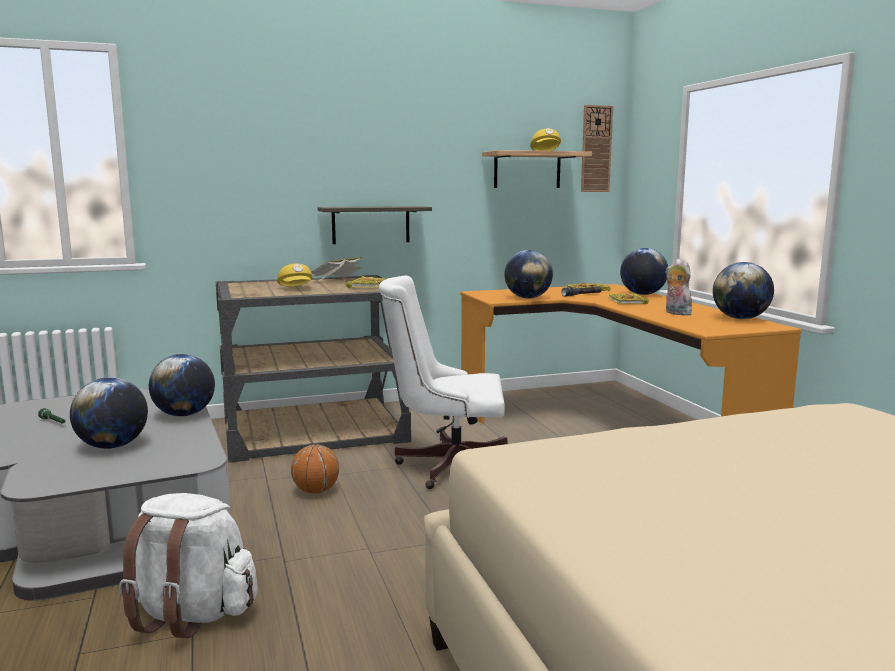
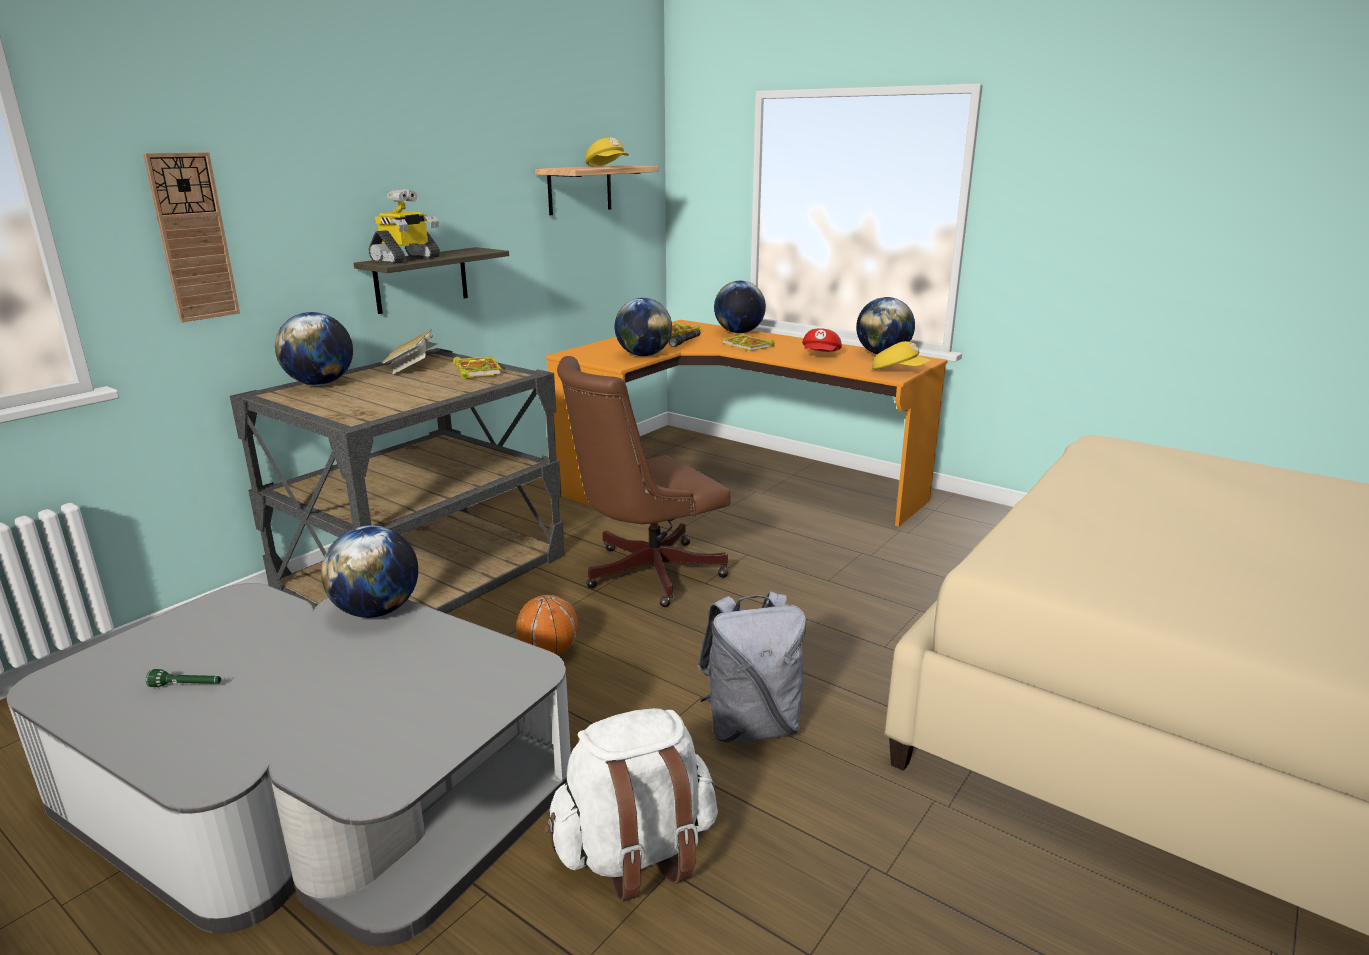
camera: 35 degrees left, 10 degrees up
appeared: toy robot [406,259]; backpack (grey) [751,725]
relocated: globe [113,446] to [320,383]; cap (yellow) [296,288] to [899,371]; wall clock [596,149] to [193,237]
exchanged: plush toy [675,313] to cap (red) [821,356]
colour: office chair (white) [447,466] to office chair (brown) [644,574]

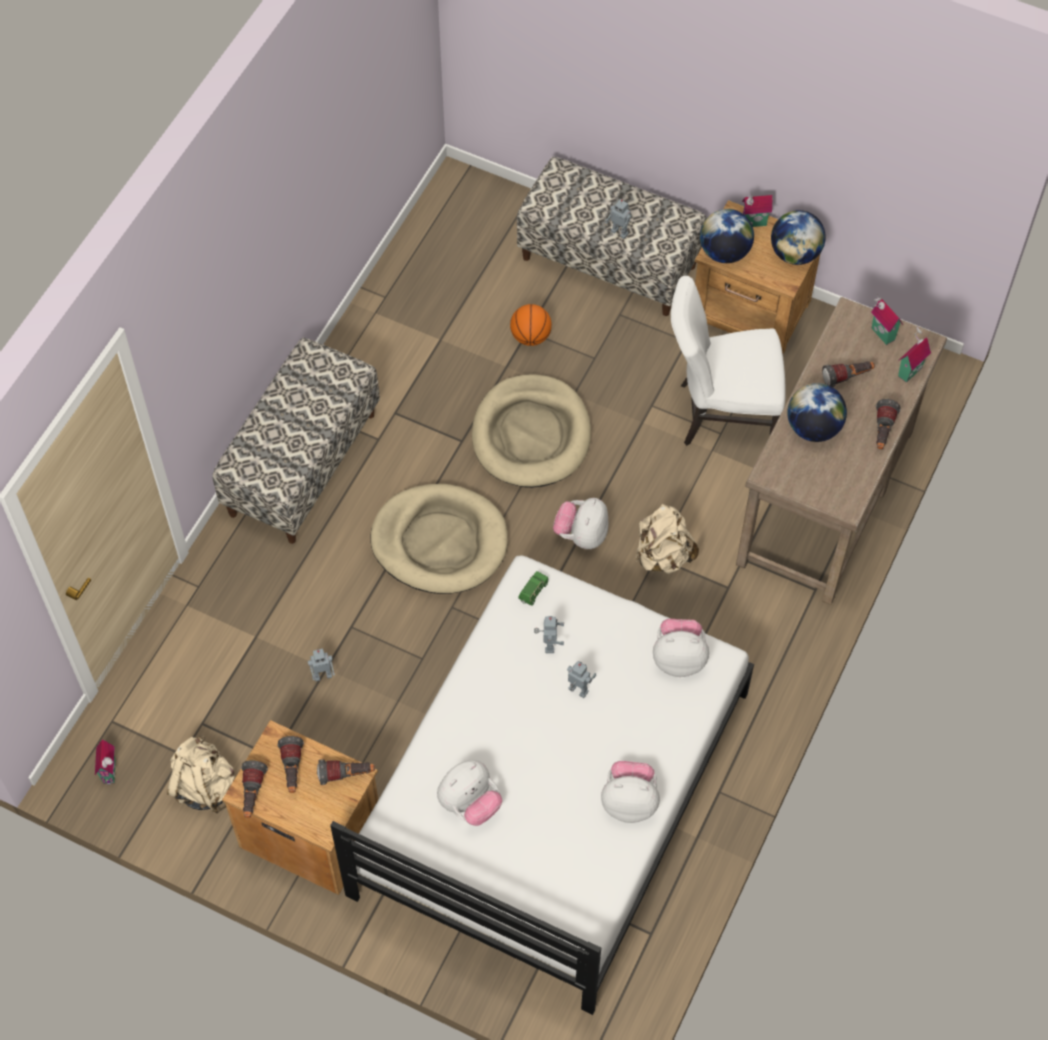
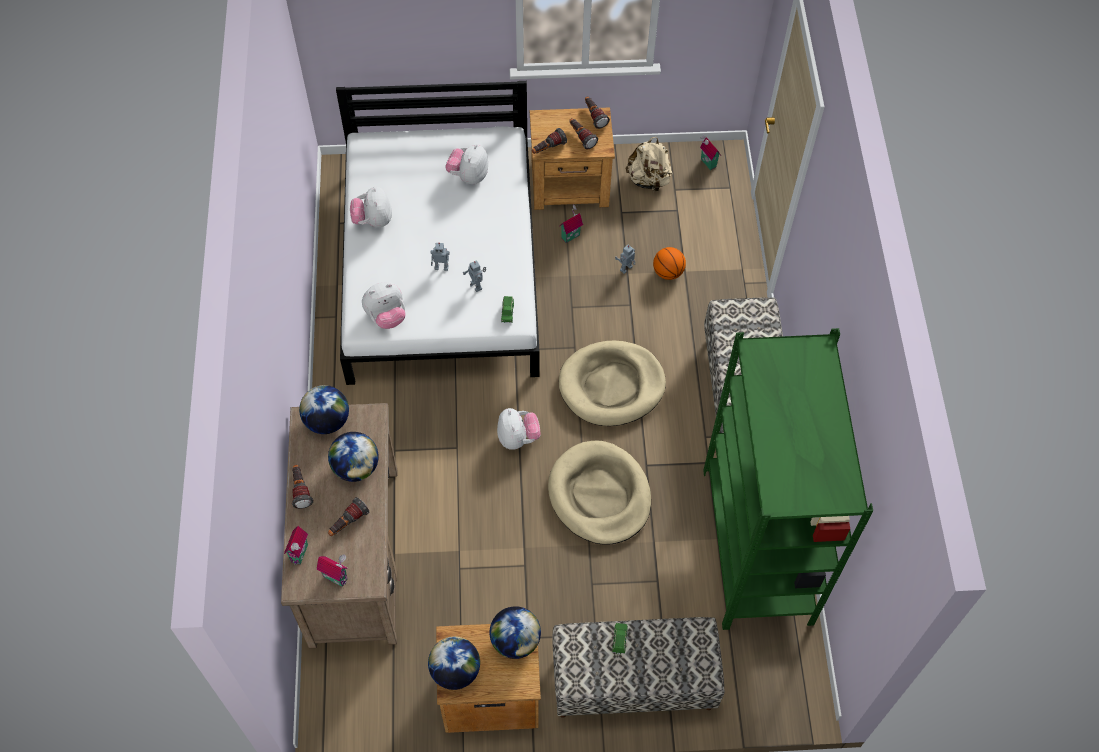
camera: 150 degrees right, 0 degrees up
missing: backpack (beige) [663,555]; chair (white) [720,413]
appeared: globe [327,421]; bookcase (green) [756,545]
relocated: basketball [530,336] to [668,272]; toy house [754,224] to [570,235]
exchanged: toy robot [620,232] to toy car (green) [619,640]
spun: plush toy [629,801] = [373,220] 105 degrees clockwise

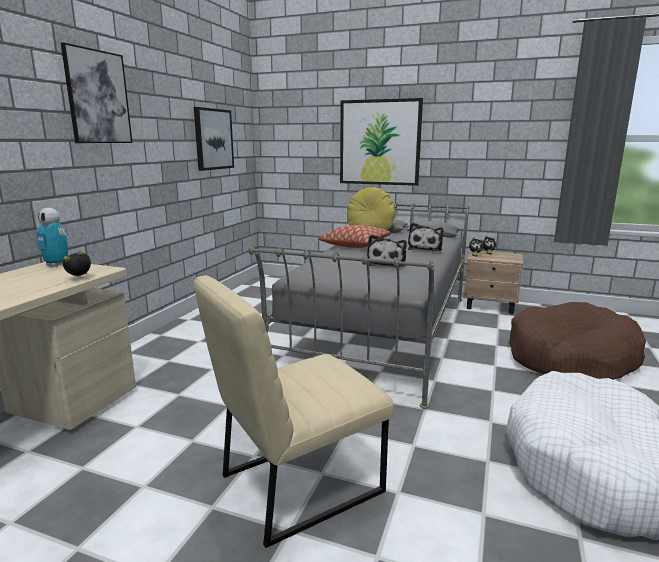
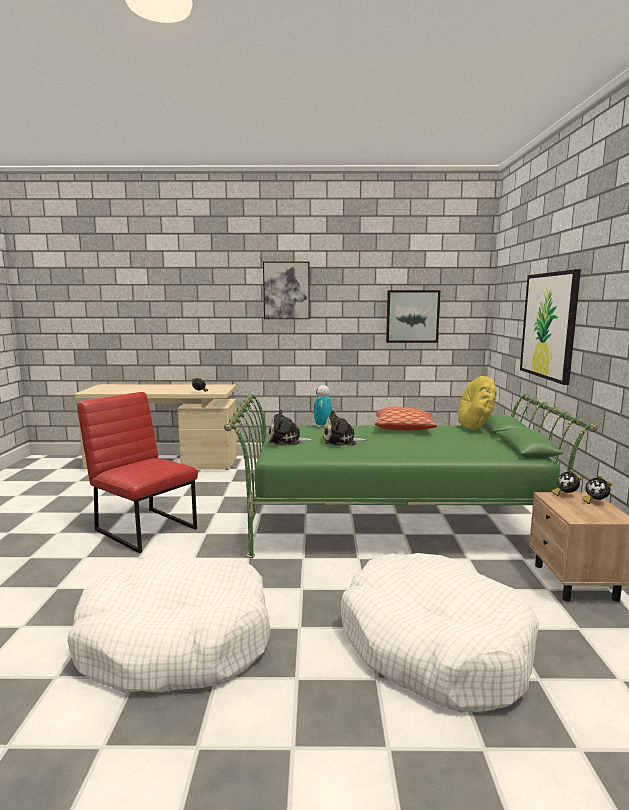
camera: 70 degrees right, 5 degrees down
relocated: toy robot [57,265] to [322,426]; plush toy [425,248] to [287,441]
colour: chair (beige) [297,484] to chair (red) [144,528]; bed (grey) [381,332] to bed (green) [393,524]; dog bed (brown) [570,358] to dog bed (white) [433,645]

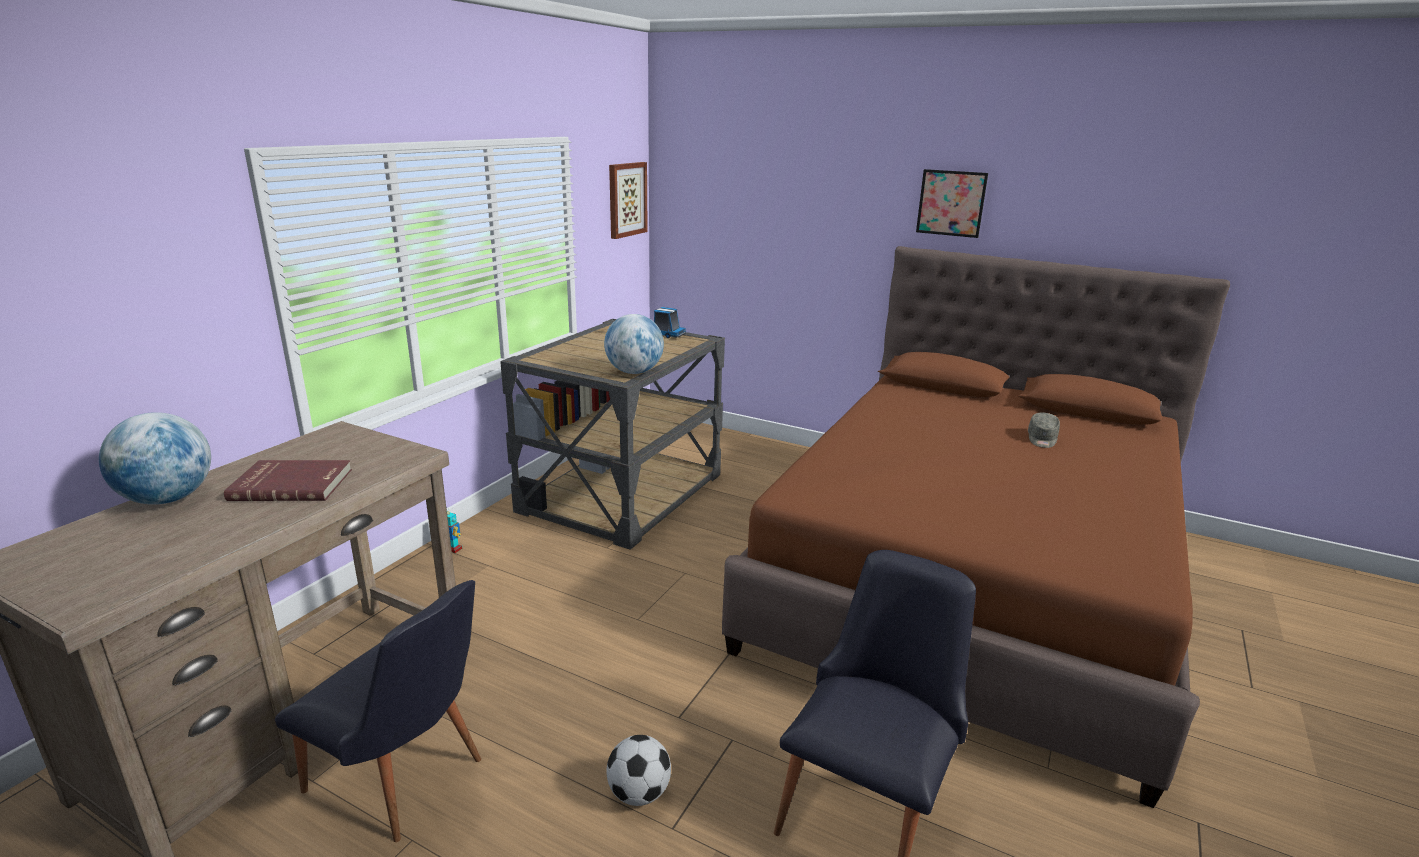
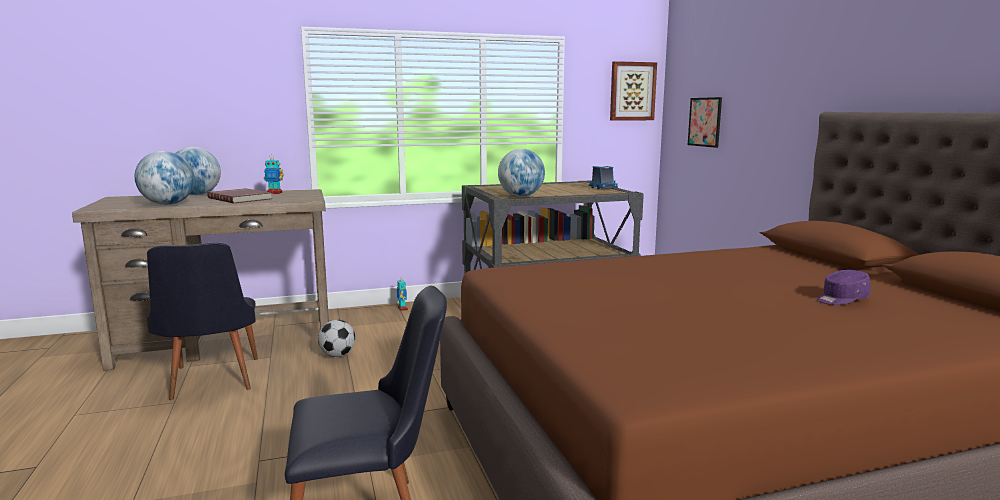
camera: 45 degrees right, 10 degrees down
appeared: globe [168,204]; toy robot [274,193]
relocated: football [638,794] to [337,355]; picture [951,203] to [705,122]
colour: cap (grey) [1042,439] to cap (purple) [841,299]

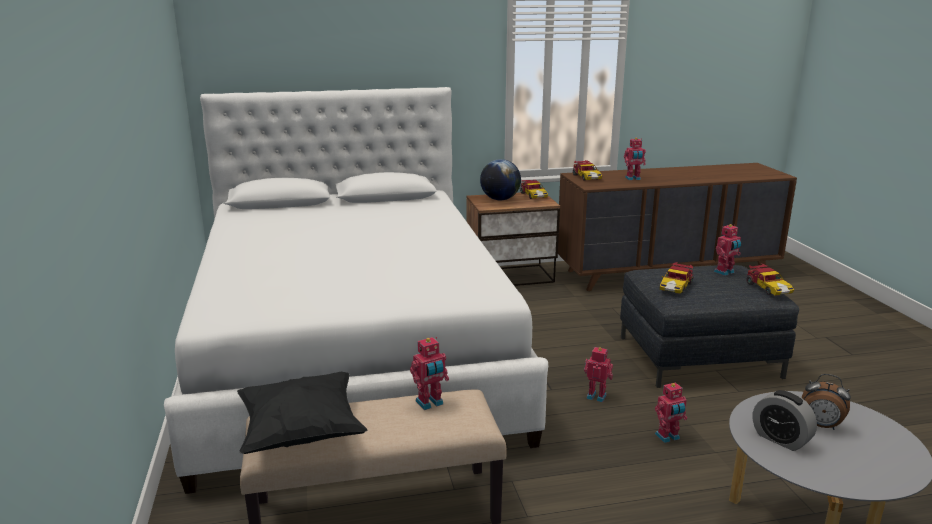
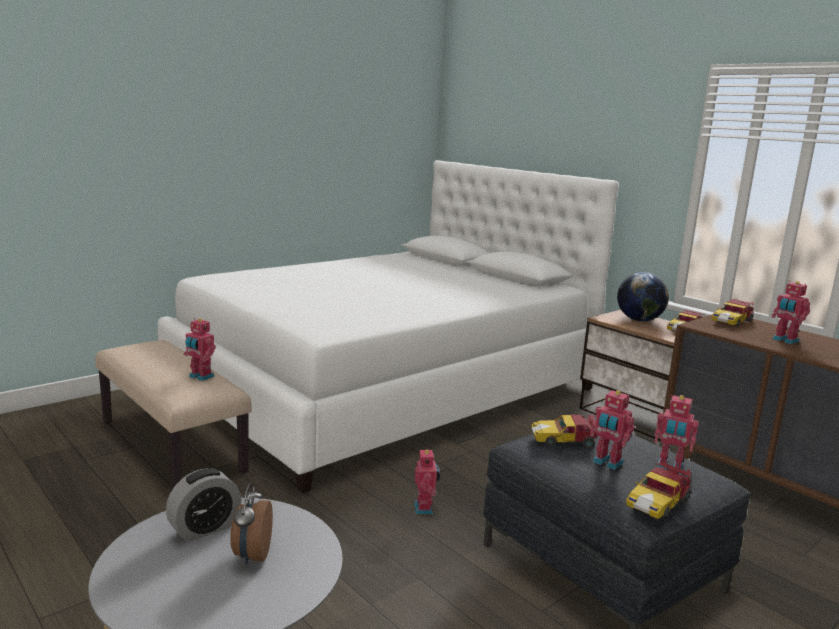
camera: 60 degrees right, 5 degrees down
missing: pillow (black) [301,433]
relocated: toy robot [668,437] to [607,463]
spun: alarm clock [780,439] = [205,528] 150 degrees counterclockwise

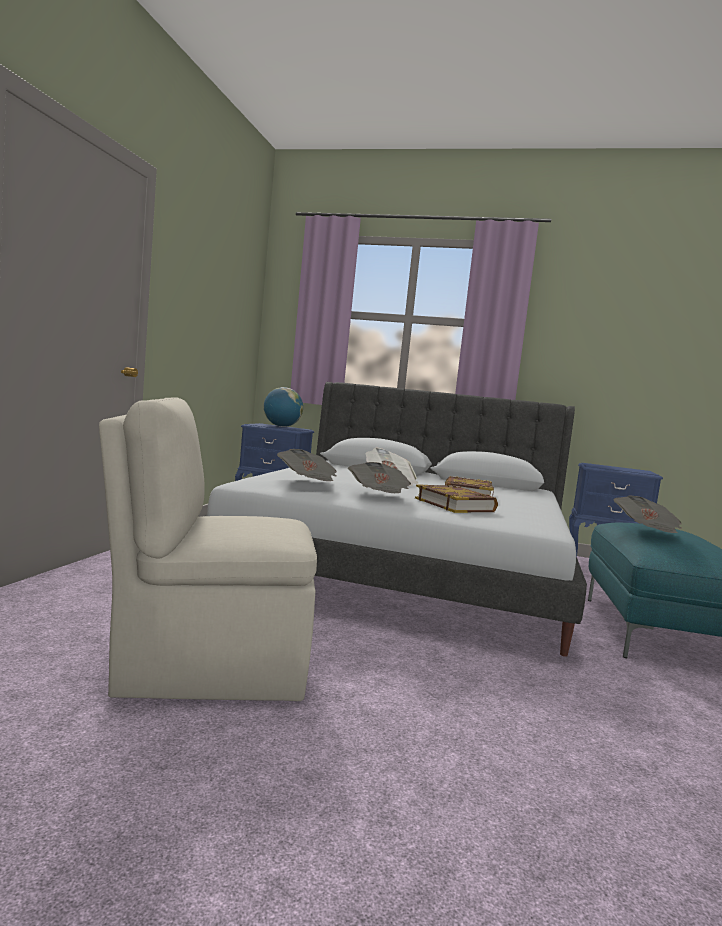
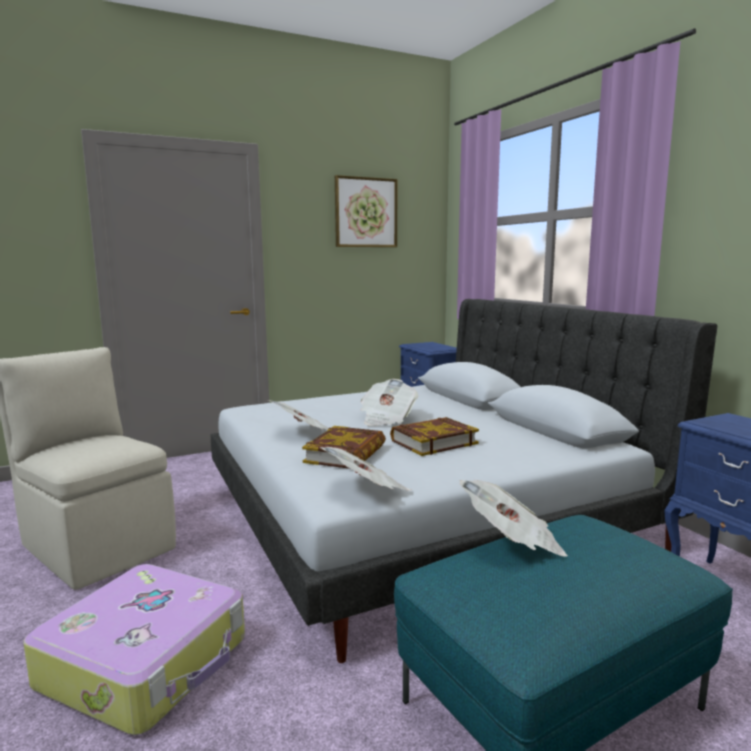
camera: 50 degrees right, 5 degrees up
missing: globe [281,426]
appeared: suitcase [147,662]; picture [366,212]
relocated: newspaper [308,483] to [366,491]

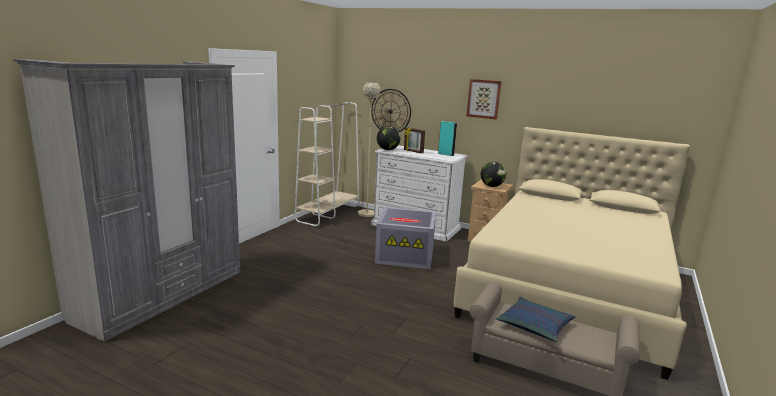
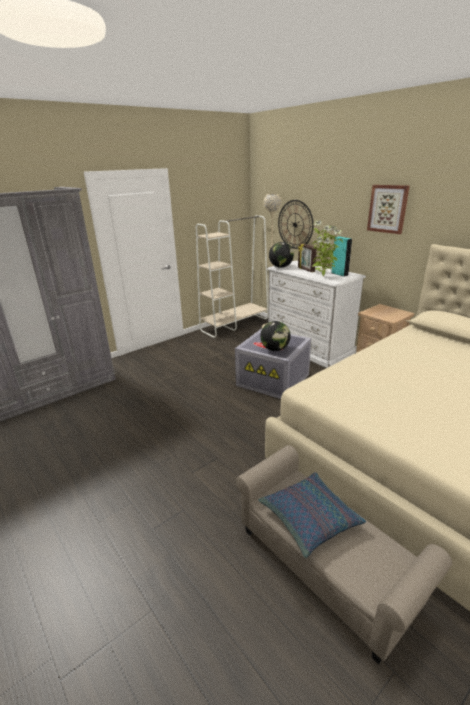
camera: 25 degrees right, 10 degrees up
appeared: potted plant [323,276]
relocated: globe [491,186] to [275,349]

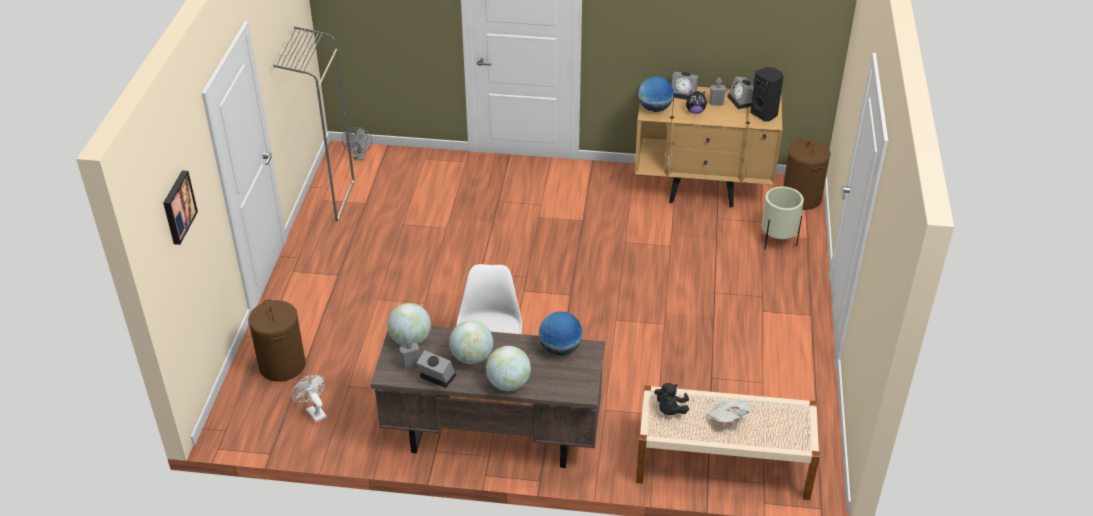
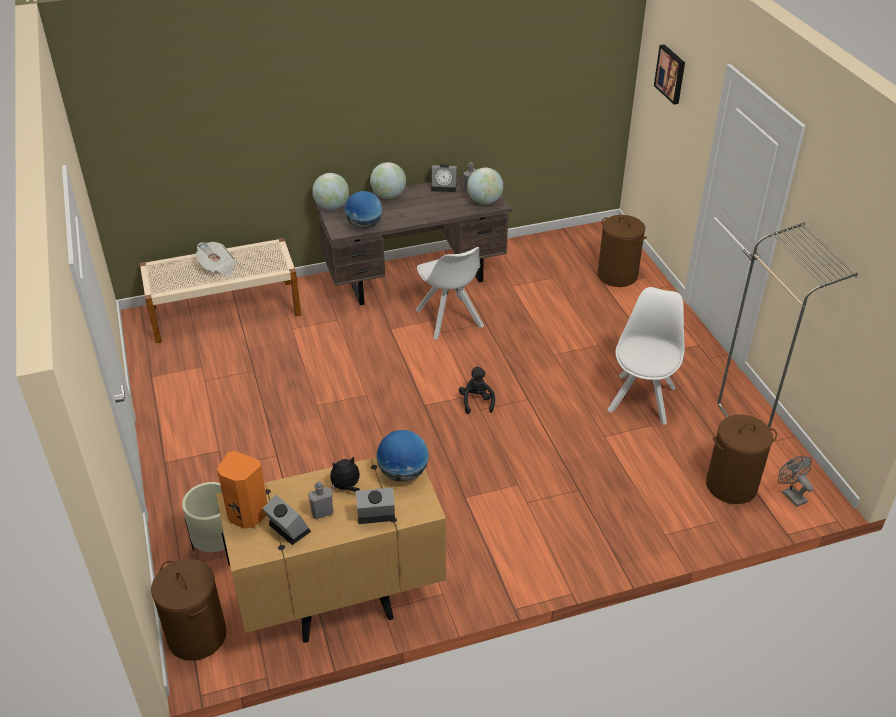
camera: 155 degrees right, 0 degrees up
missing: fan (white) [314,411]
appeared: chair (white) [642,398]; laundry basket (brown) [731,485]
relocated: globe [472,358] to [331,207]; plush toy (black) [670,410] to [476,401]
colour: speaker (black) [764,114] to speaker (orange) [246,515]

